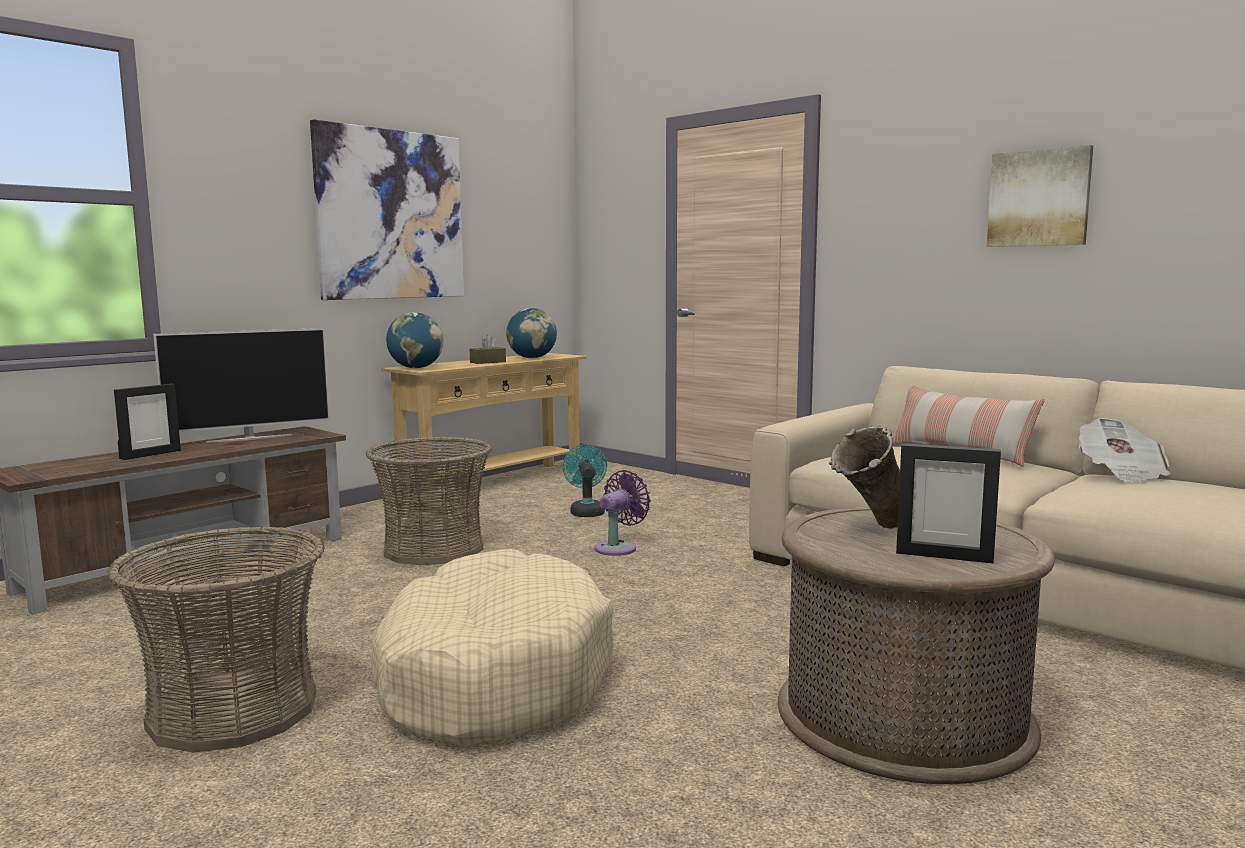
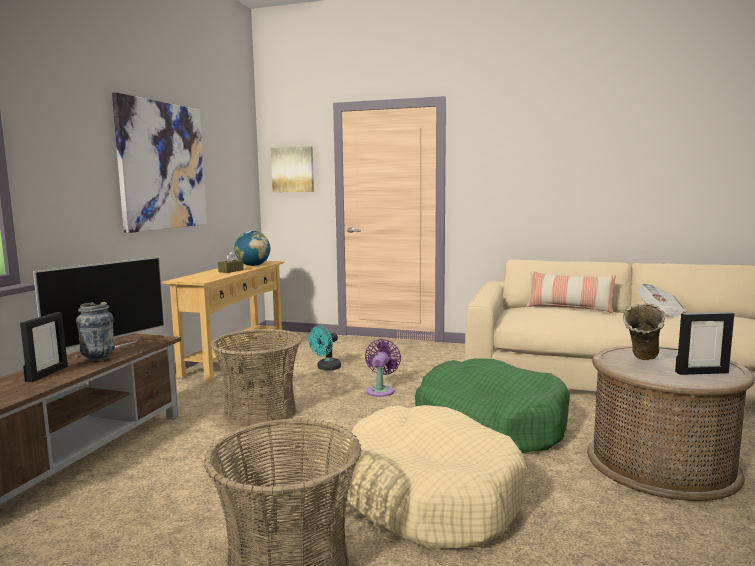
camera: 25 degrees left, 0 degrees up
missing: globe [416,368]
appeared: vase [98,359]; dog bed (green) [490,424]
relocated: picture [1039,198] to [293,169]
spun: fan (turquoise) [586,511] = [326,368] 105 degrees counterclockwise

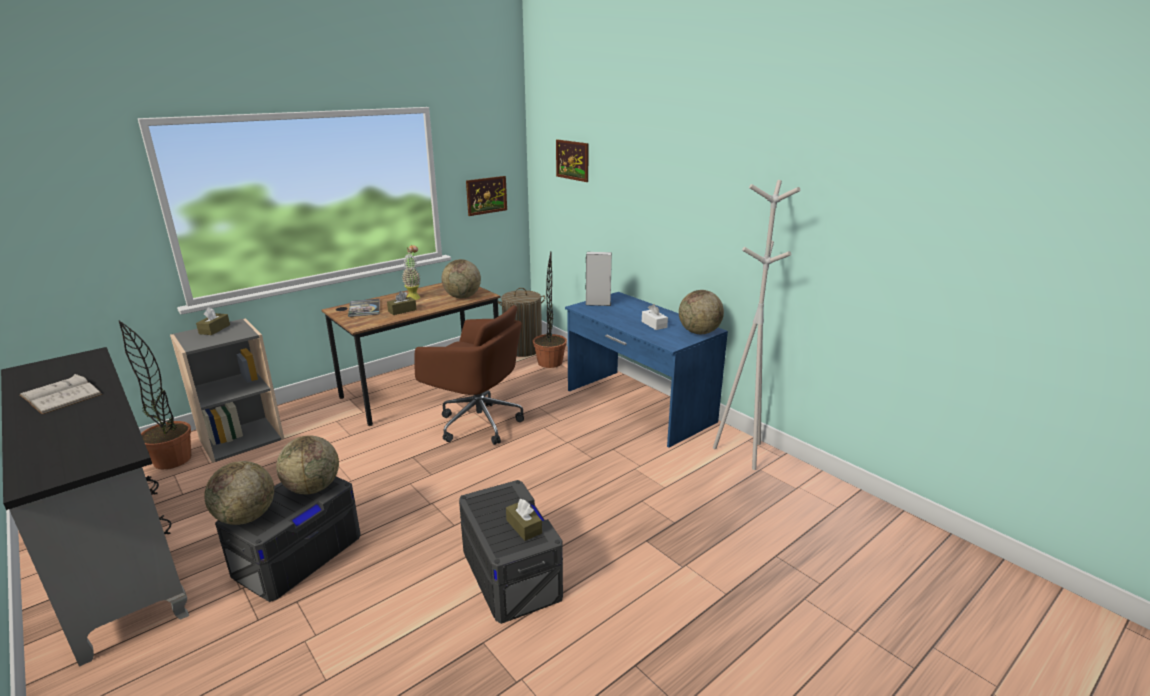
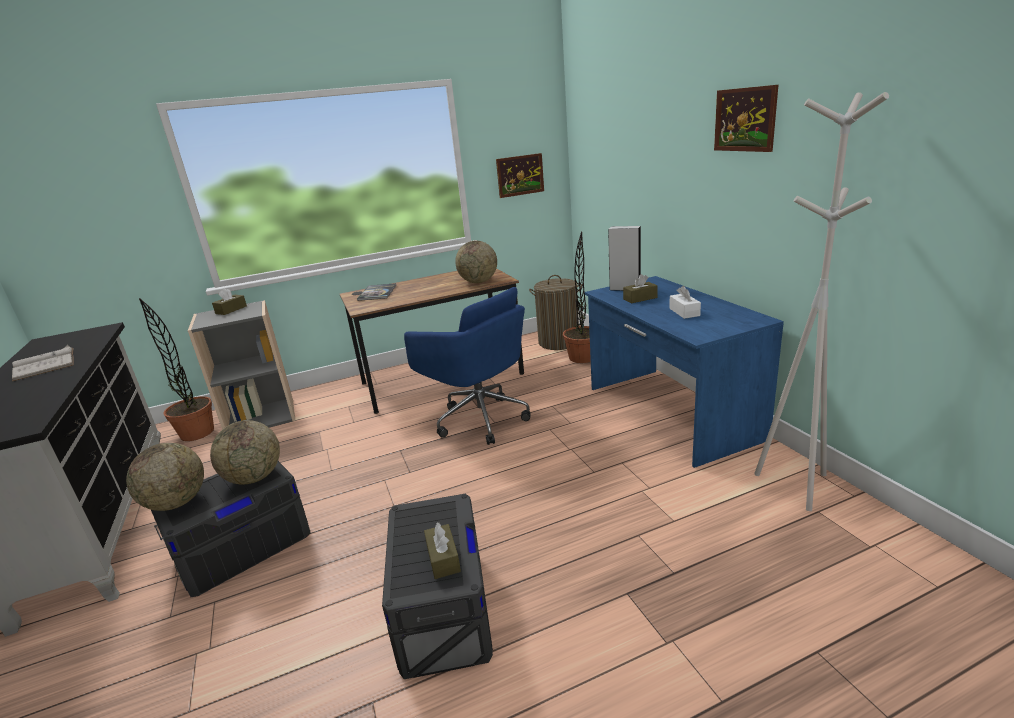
camera: 20 degrees right, 0 degrees up
missing: potted plant [414,296]; globe [699,332]
relocated: tissue box (brown) [402,310] to [640,298]; picture [572,160] to [745,119]
colour: office chair (brown) [476,424] to office chair (blue) [478,419]

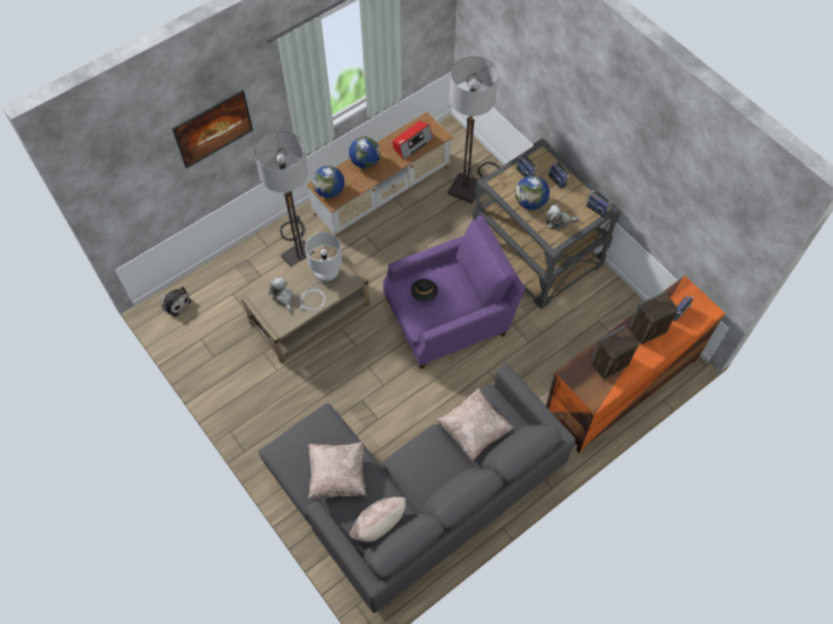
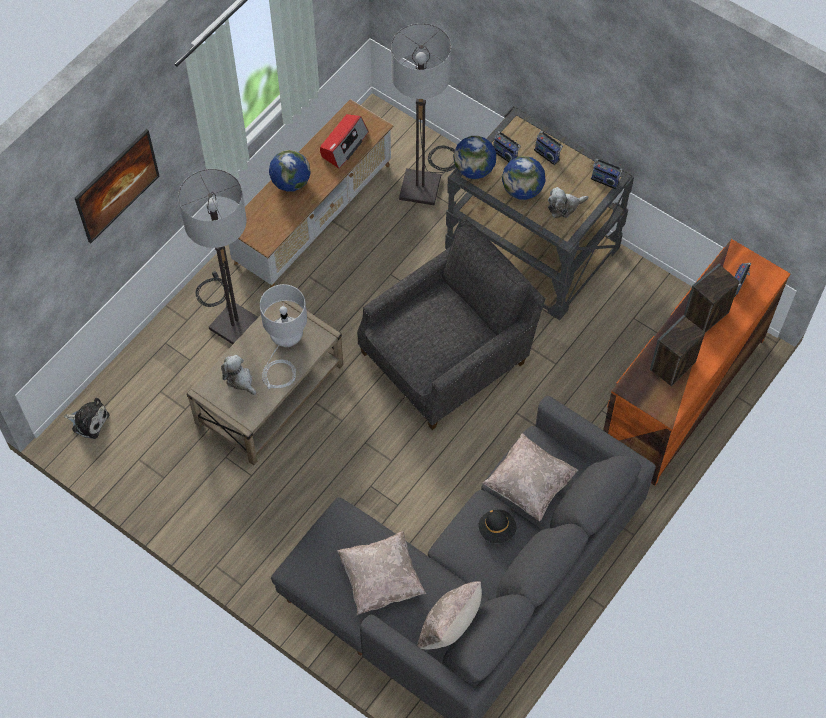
camera: 15 degrees left, 0 degrees up
relocated: globe [329,191] to [474,170]; hat (black) [424,294] to [497,530]
colour: armchair (purple) [448,316] to armchair (grey) [447,355]

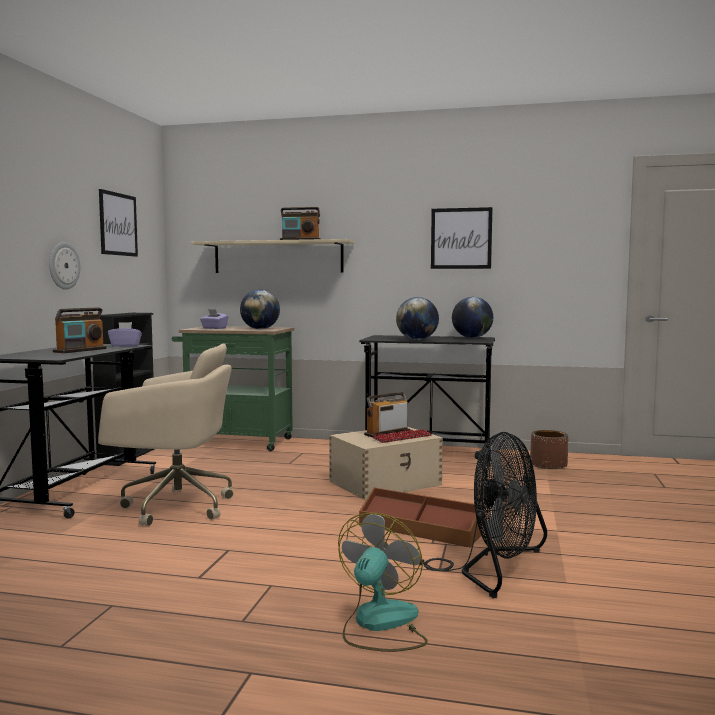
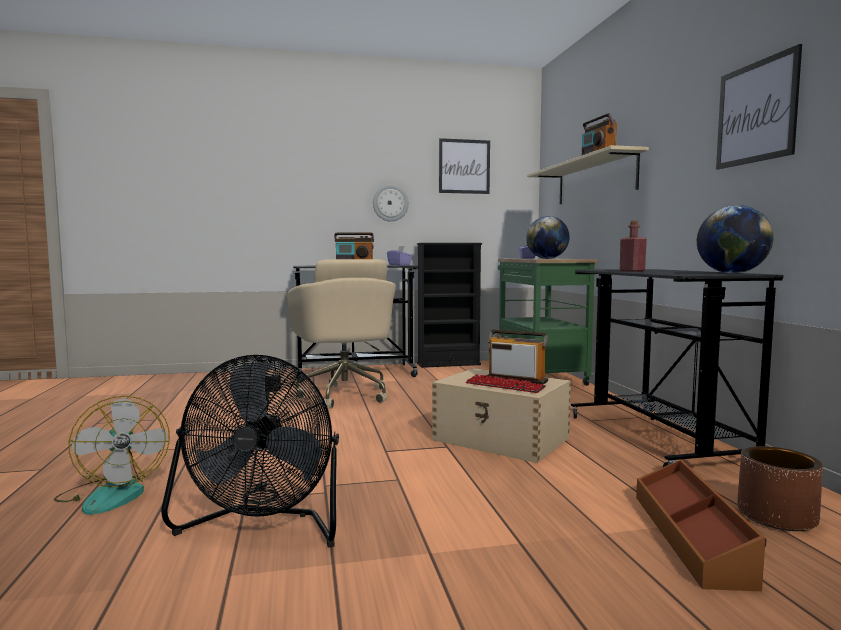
camera: 65 degrees right, 0 degrees up
relocated: storage box (brown) [419,530] to [691,537]
exchanged: globe [417,339] to bottle (red) [632,271]
spun: fan [380,624] = [112,493] 60 degrees clockwise

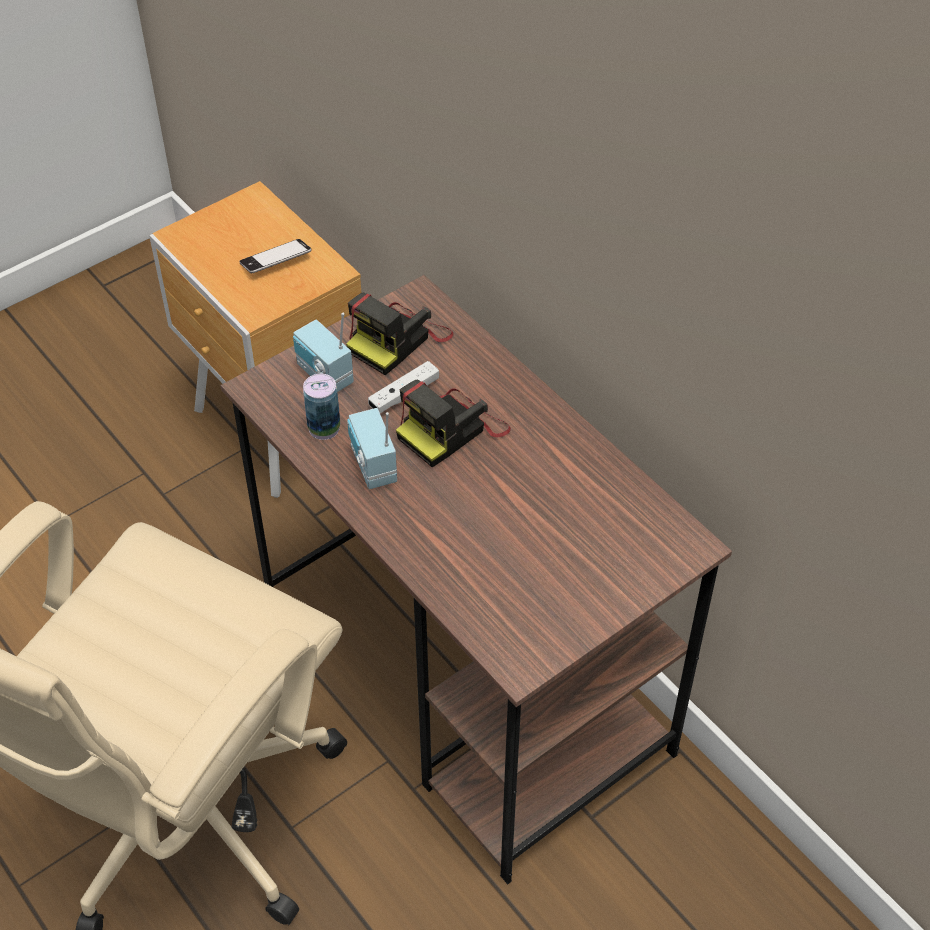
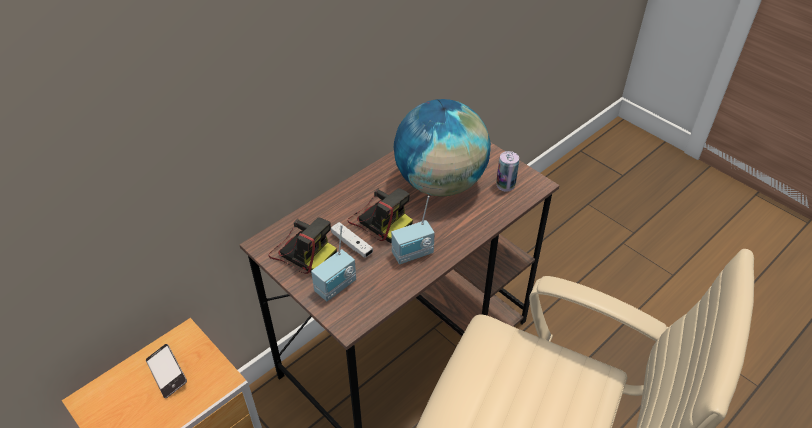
camera: 95 degrees left, 5 degrees down
appeared: globe [440,183]
relocated: can [324,428] to [505,185]

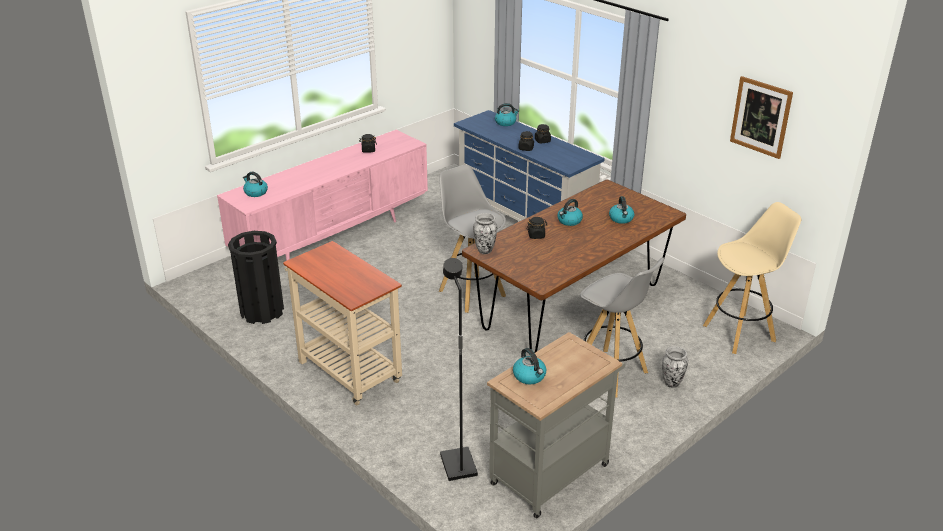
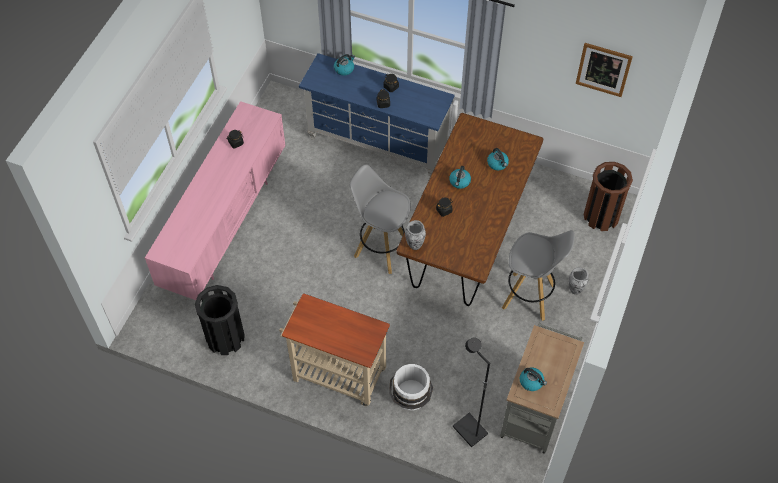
camera: 25 degrees left, 25 degrees up
missing: kettle [255,192]
appeared: bucket (white) [410,398]
exchanged: stool (beige) [740,333] to trash can (brown) [601,216]

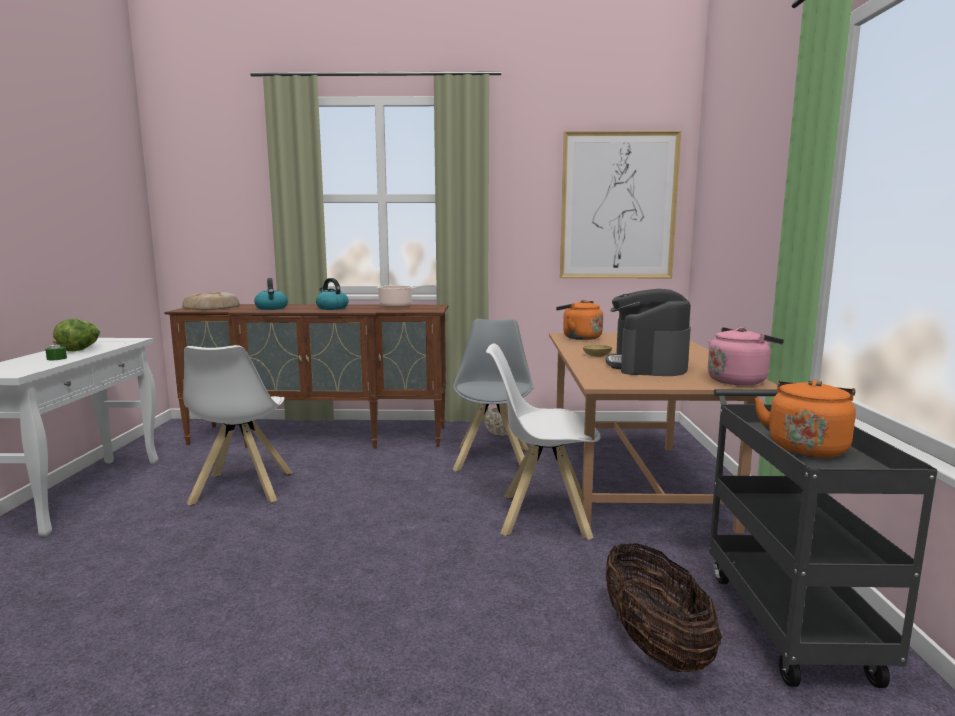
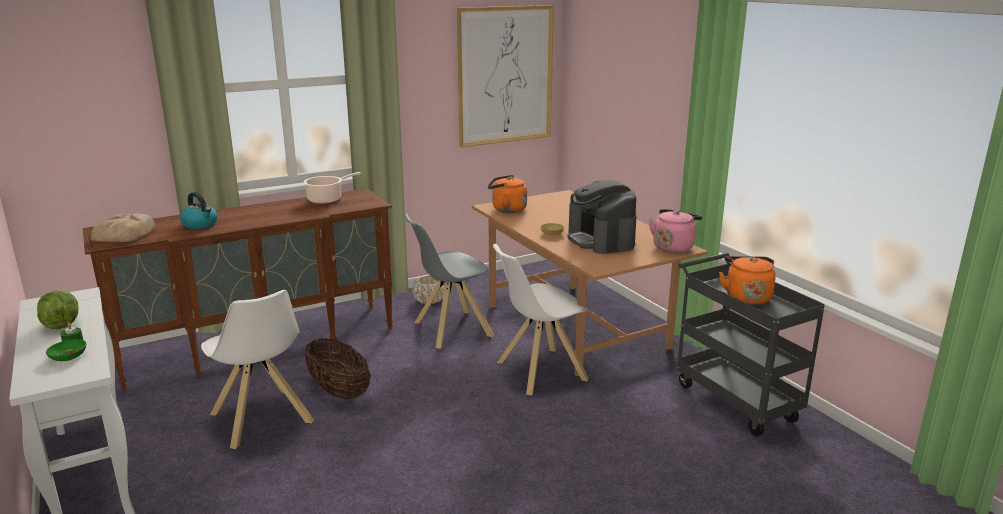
camera: 30 degrees left, 10 degrees up
missing: kettle [332,308]
appeared: bowl (green) [68,357]
relocated: basket [654,645] to [339,391]
spun: chair (grey) [493,458] = [450,329] 90 degrees counterclockwise

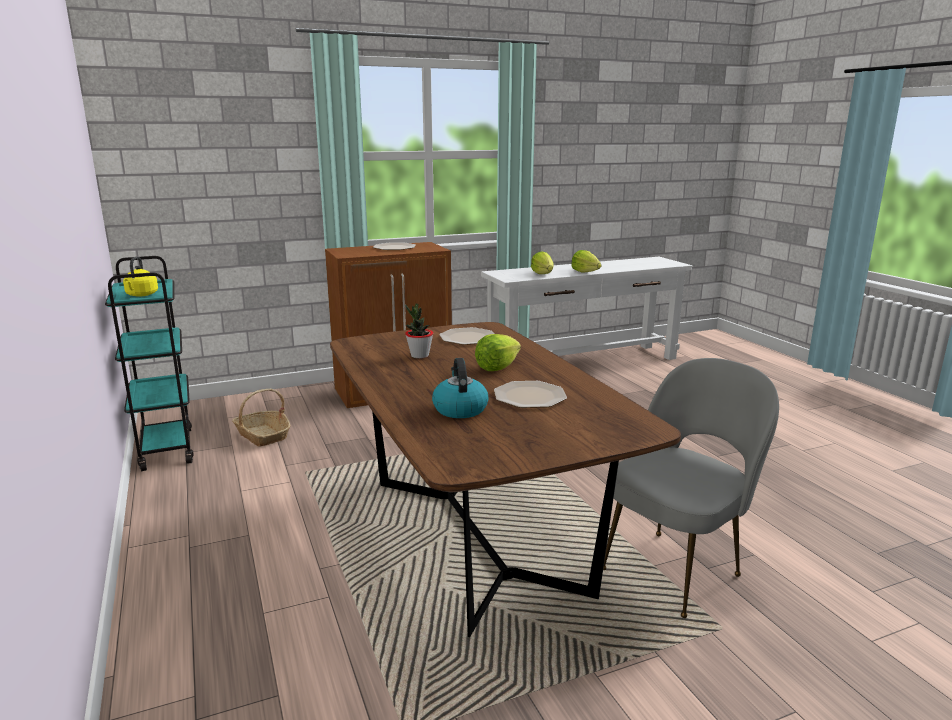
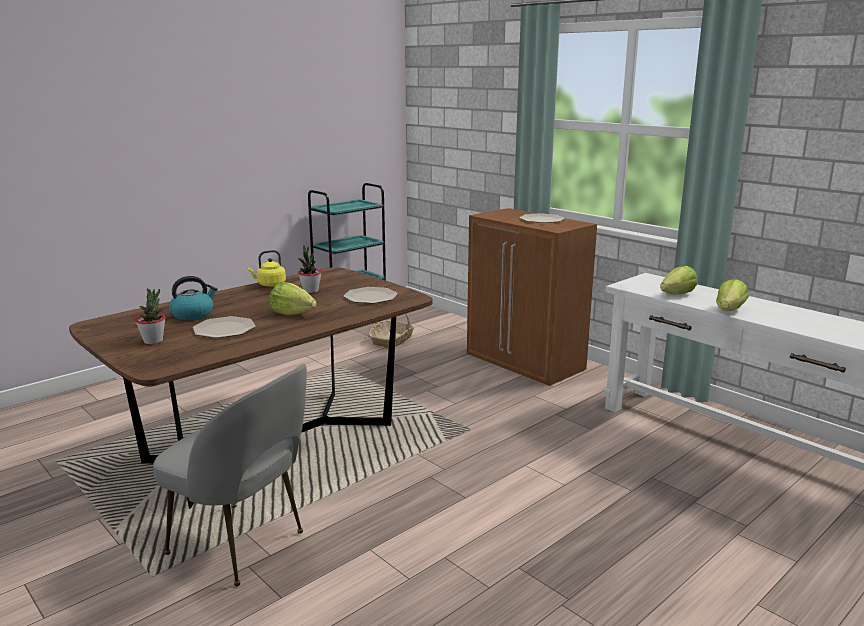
camera: 70 degrees right, 0 degrees up
appeared: potted plant [153,341]
relocated: kettle (yellow) [141,295] to [270,285]

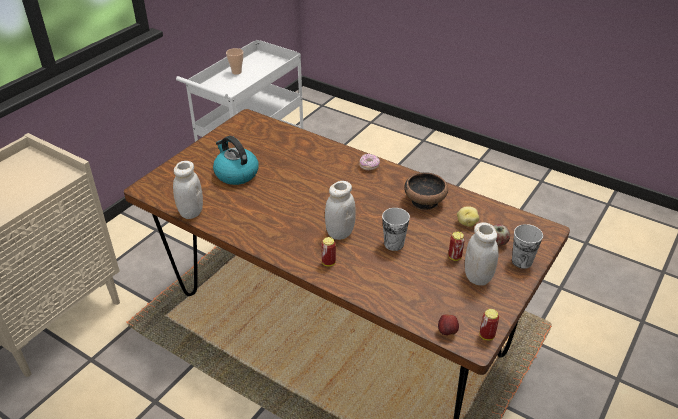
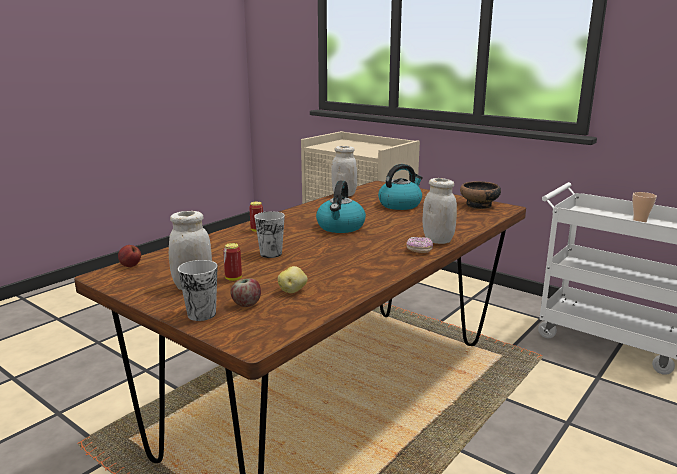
camera: 95 degrees right, 20 degrees down
missing: can [486,336]
appeared: kettle [340,227]
relocated: jar (white) [340,233] to [438,240]; bowl [425,201] to [479,205]

